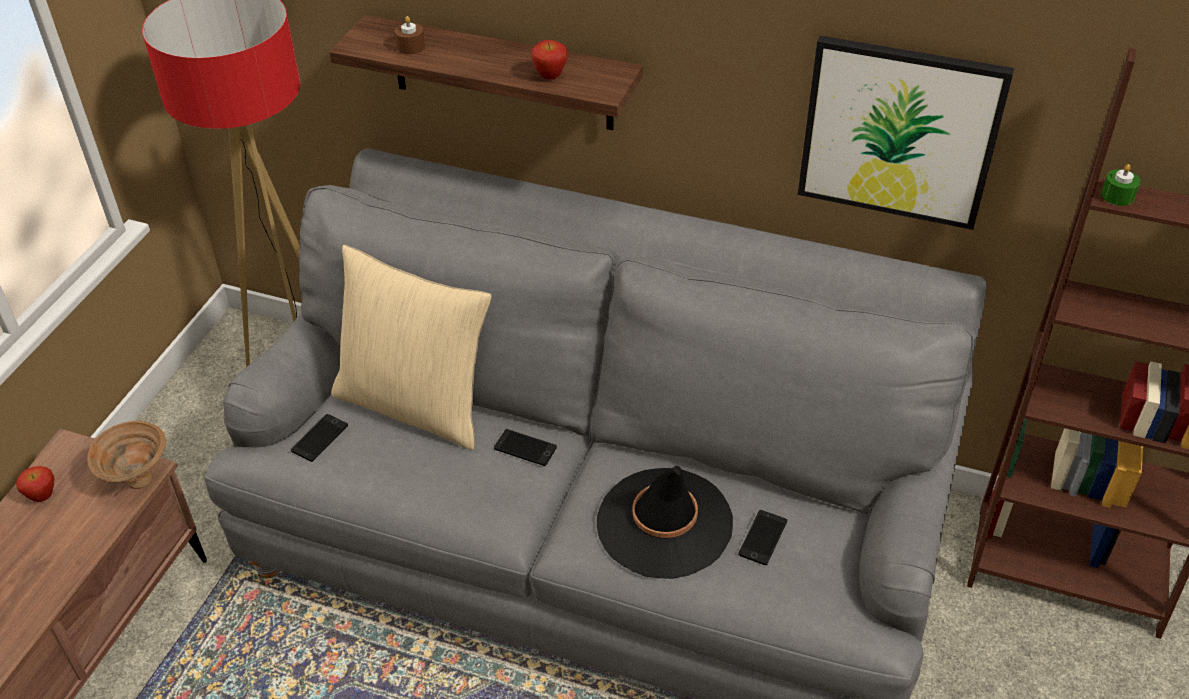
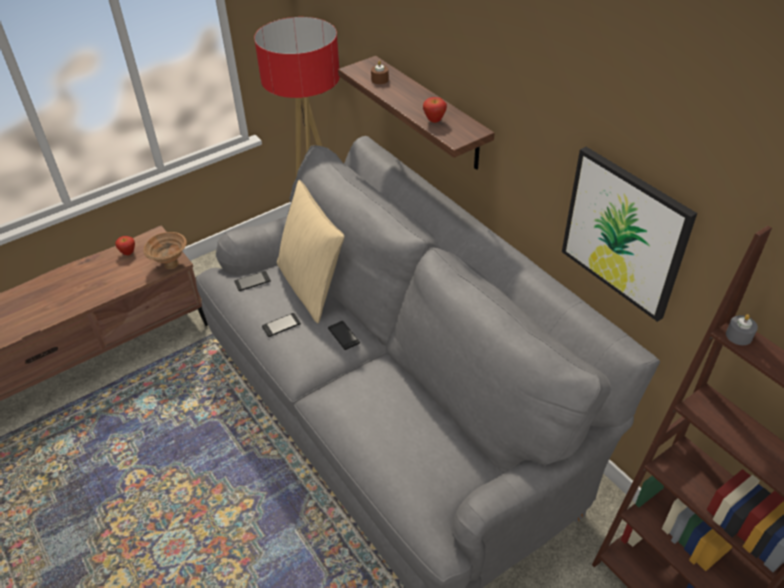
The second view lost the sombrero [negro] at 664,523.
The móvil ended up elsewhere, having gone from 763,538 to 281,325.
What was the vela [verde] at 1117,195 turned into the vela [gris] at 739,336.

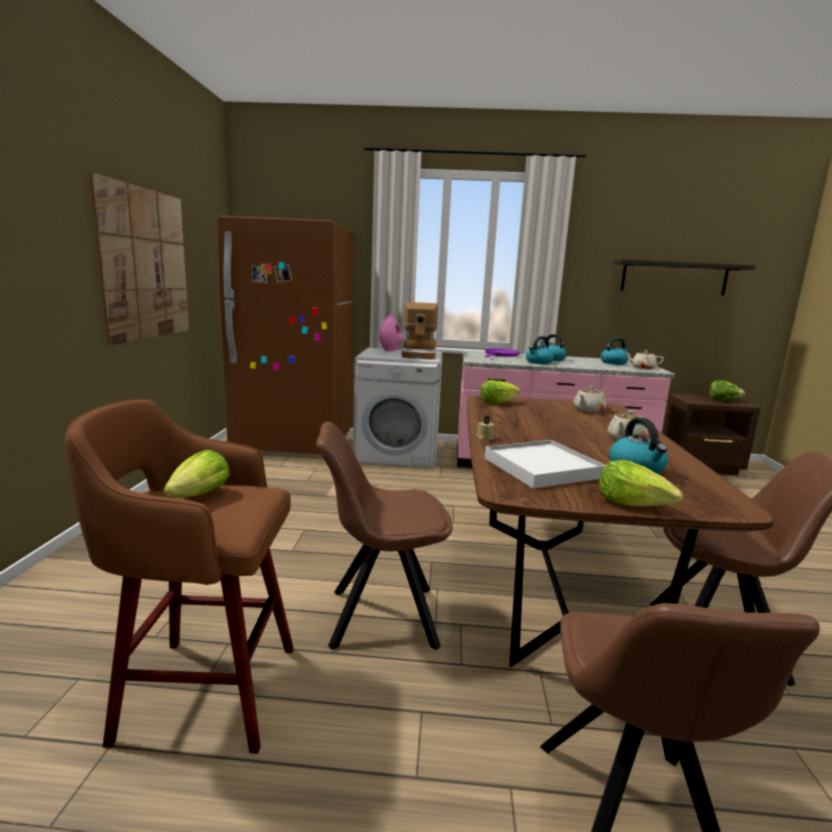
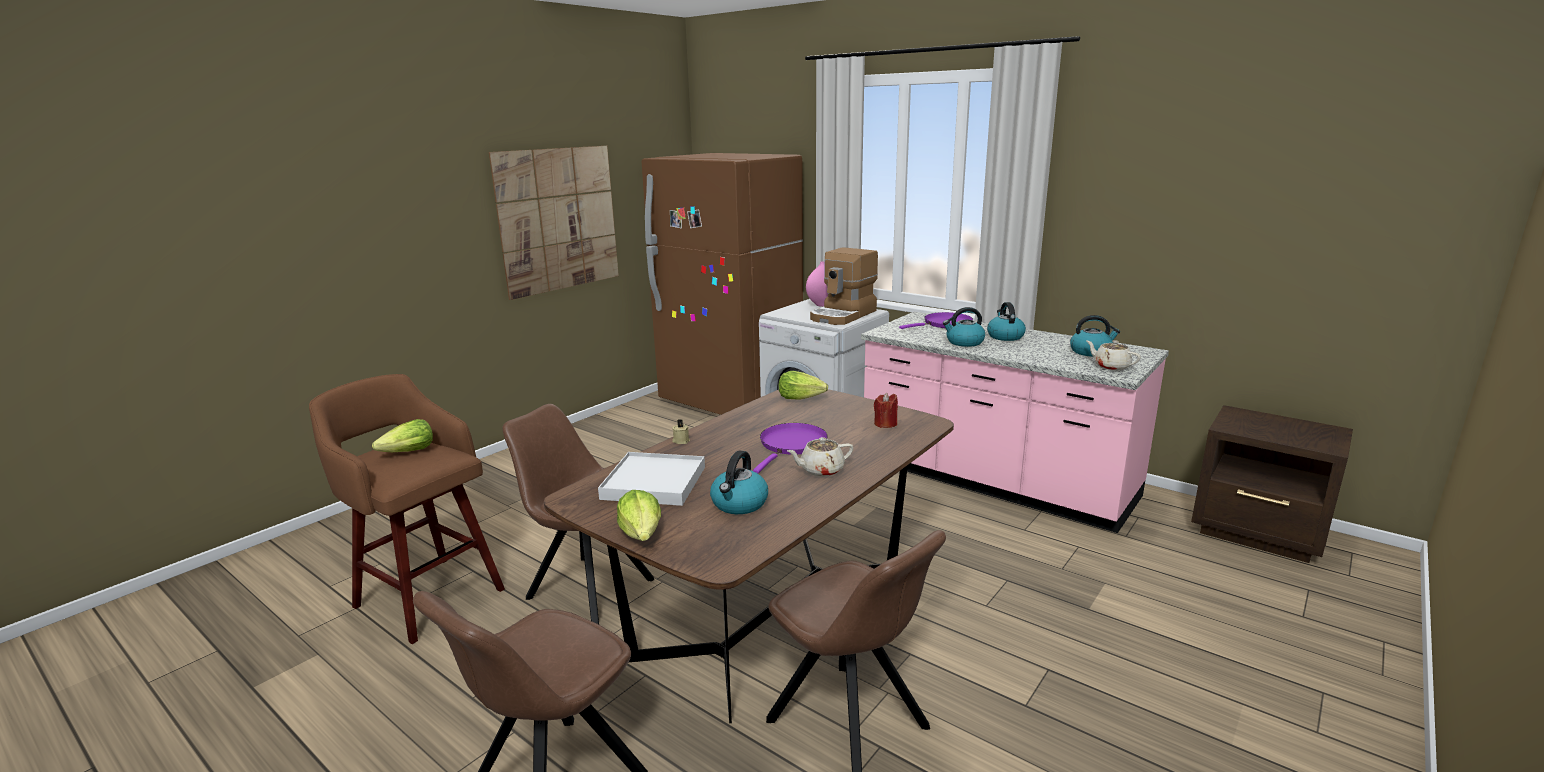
The second view lost the estante at 674,278.
The second view lost the lechuga at 723,401.
The second view gained the sartén [morado] at 791,445.
Where the tetera [beis] stood at 588,410, the vela [rojo] came to stand at 885,424.

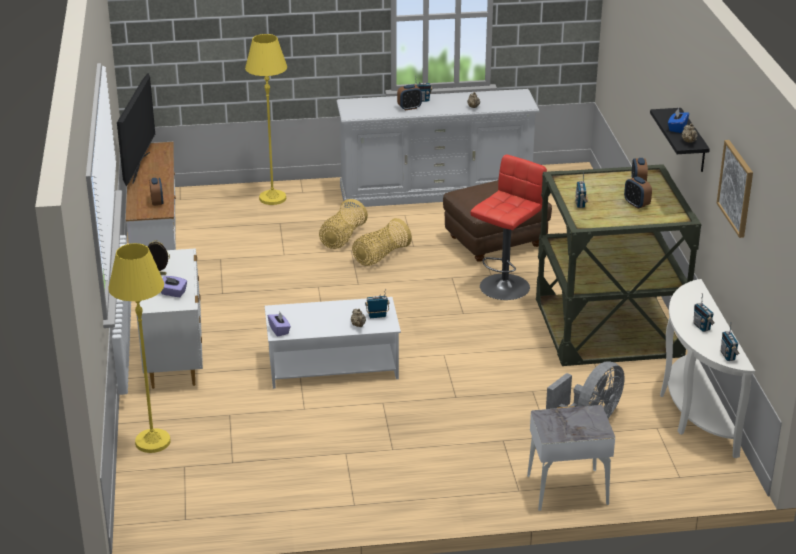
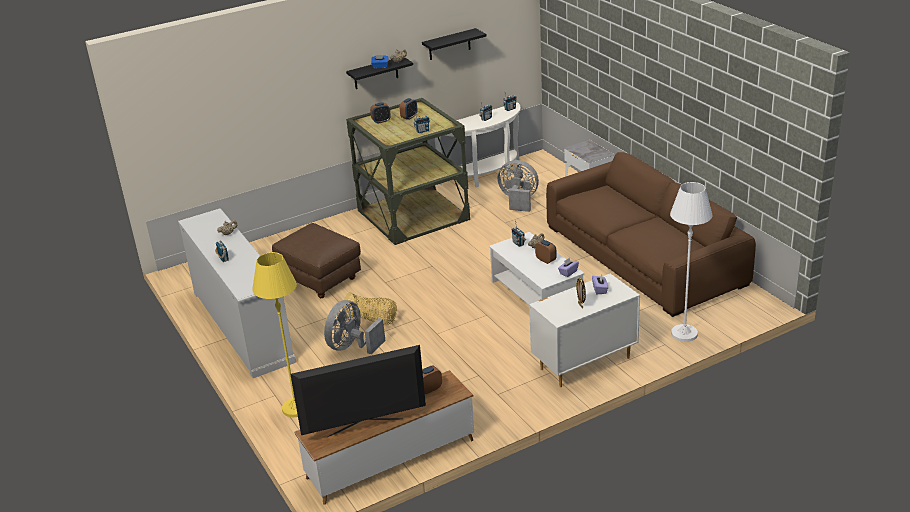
The second view lost the taburete [rojo] at 505,287.
The second view gained the sofá [marrón] at 644,255.
The despertador ended up elsewhere, having gone from 409,108 to 546,260.
Where the cesta stood at 342,238, the ventilador [gris] came to stand at 352,346.
Where the cuadro hung at 736,188, the estante [negro] came to hang at 449,44.
What was the lámpara de pie [amarillo] at 152,442 turned into the lámpara de pie [blanco] at 684,334.

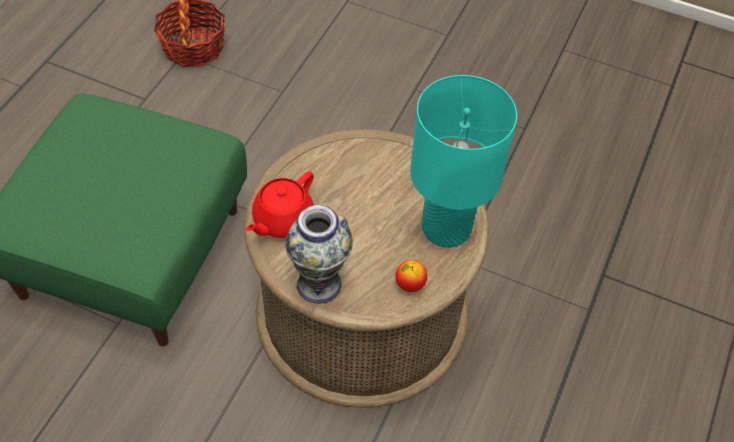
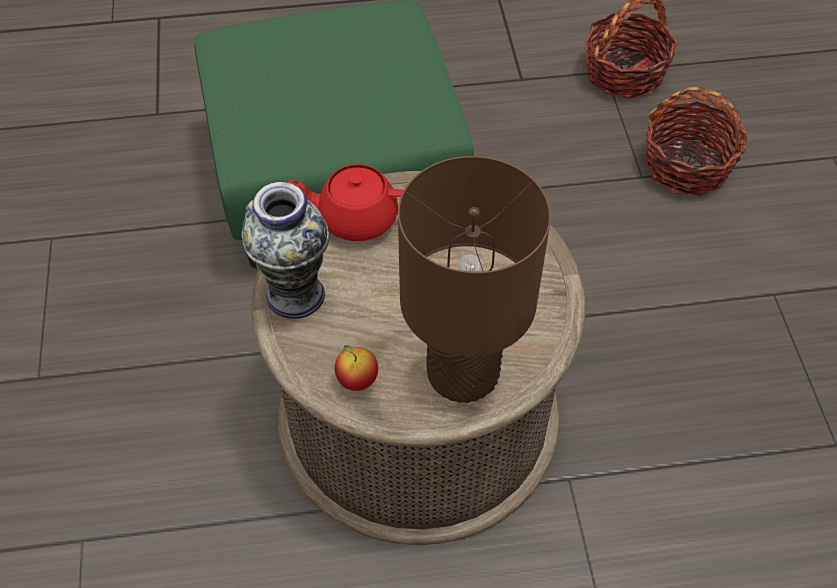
The second view gained the cesta at 686,166.
What was the lámpara de mesa [turquesa] at 446,232 turned into the lámpara de mesa [marrón] at 462,378.

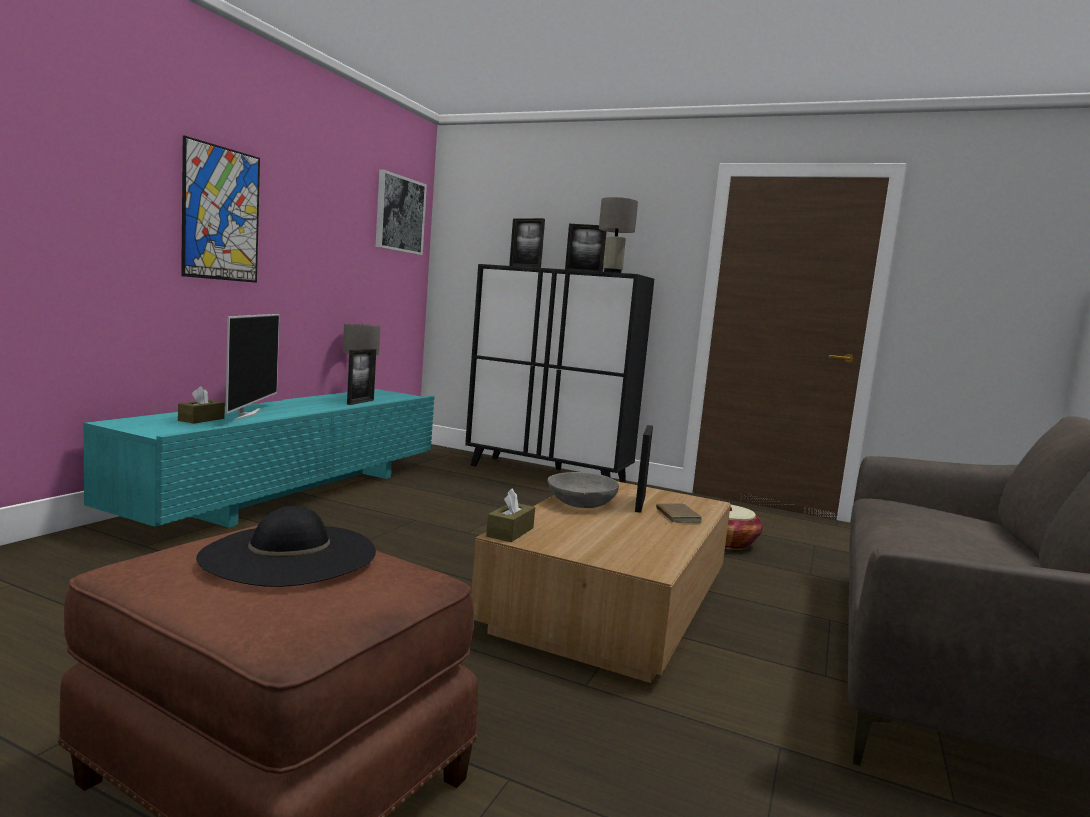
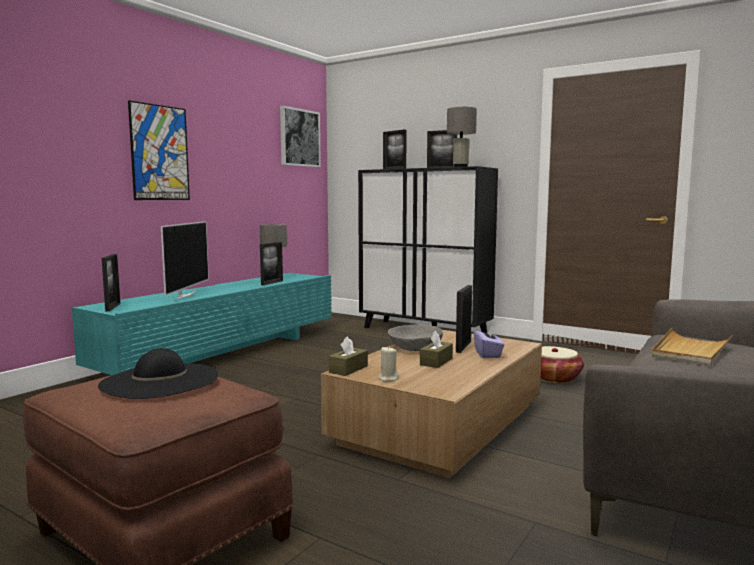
The second view gained the portarretratos at 113,307.
The second view gained the vela [beis] at 388,378.
The second view gained the bandeja [beis] at 690,350.
The caja de pañuelos [marrón] ended up elsewhere, having gone from 201,419 to 436,362.
Where the libro [marrón] stood at 676,516, the caja de pañuelos [morado] came to stand at 488,354.

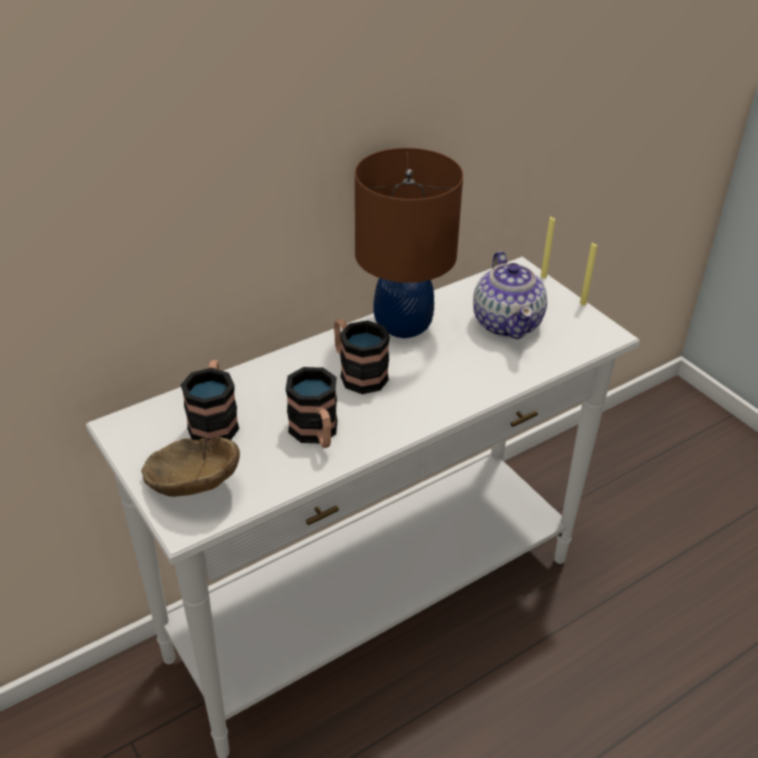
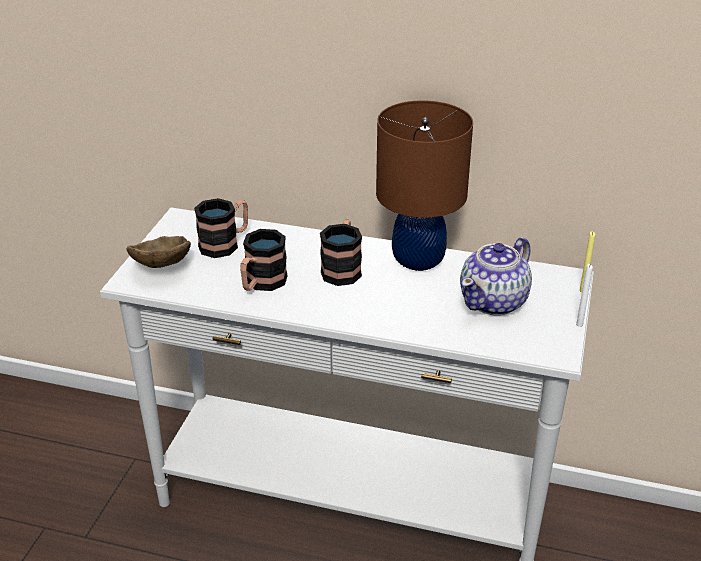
What was the vela [amarillo] at 583,303 turned into the vela [blanco] at 579,324.

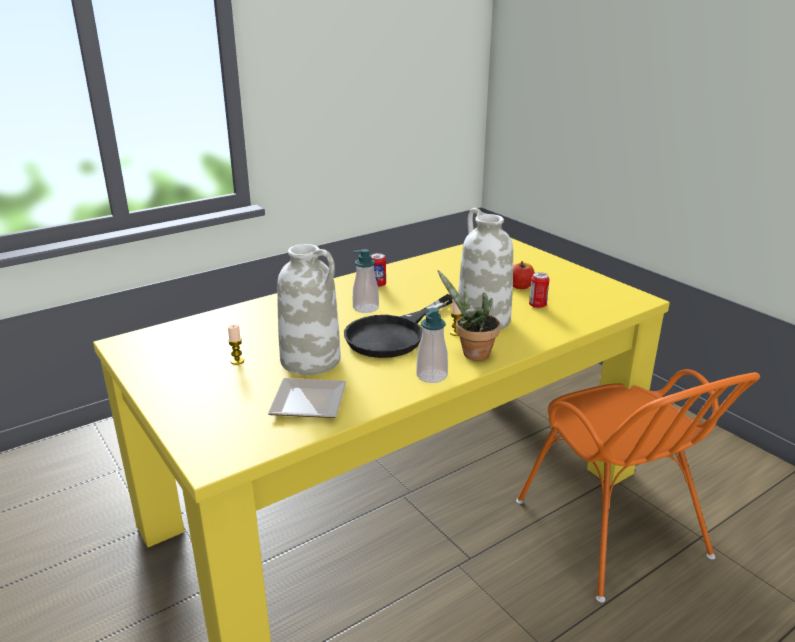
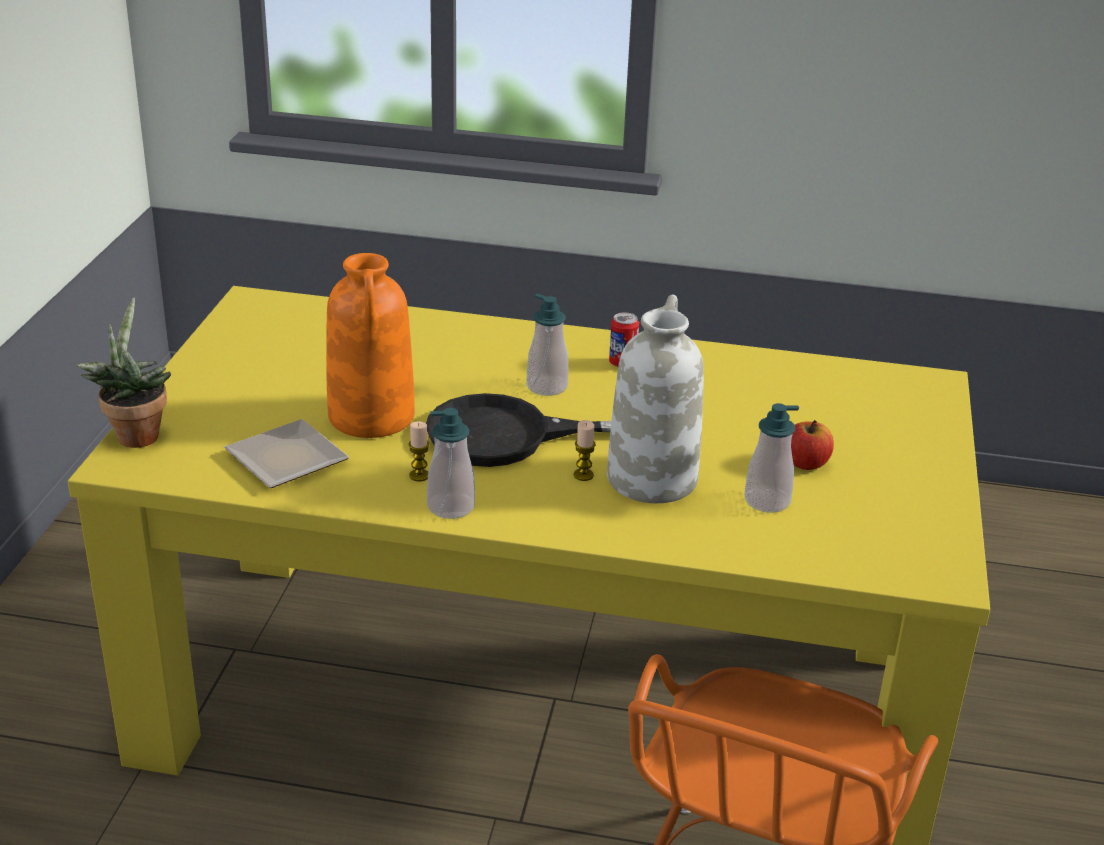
The vela ended up elsewhere, having gone from 237,361 to 419,475.
The planta en maceta ended up elsewhere, having gone from 471,354 to 135,434.
Where the lata stood at 537,305, the dispensador de jabón came to stand at 767,501.
What was the florero [blanco] at 312,360 turned into the florero [naranja] at 372,417.

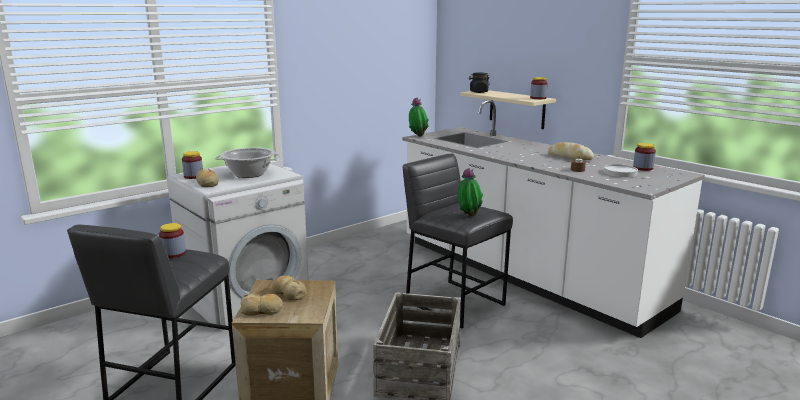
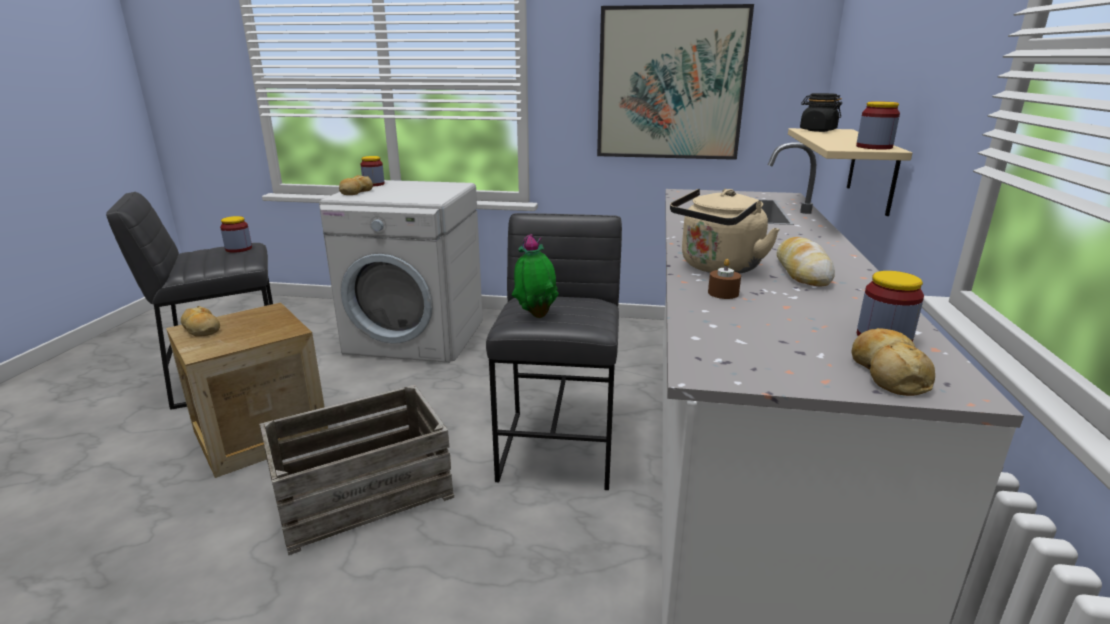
The second view lost the olla at 249,174.
The second view lost the planta en maceta at 417,136.
The second view lost the plato [blanco] at 620,173.
The second view gained the cuadro at 670,84.
The second view gained the hervidor [beis] at 717,268.
The pan ended up elsewhere, having gone from 289,293 to 888,373.

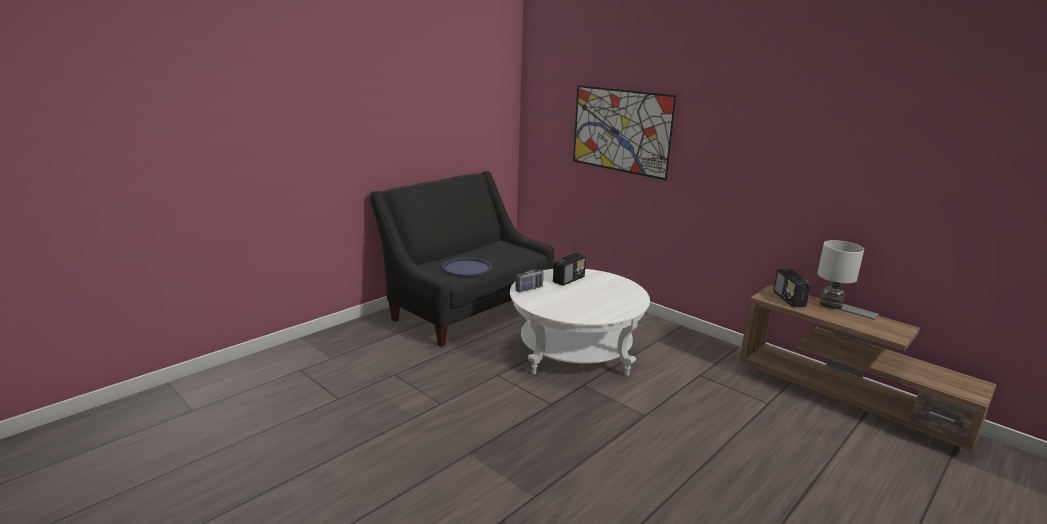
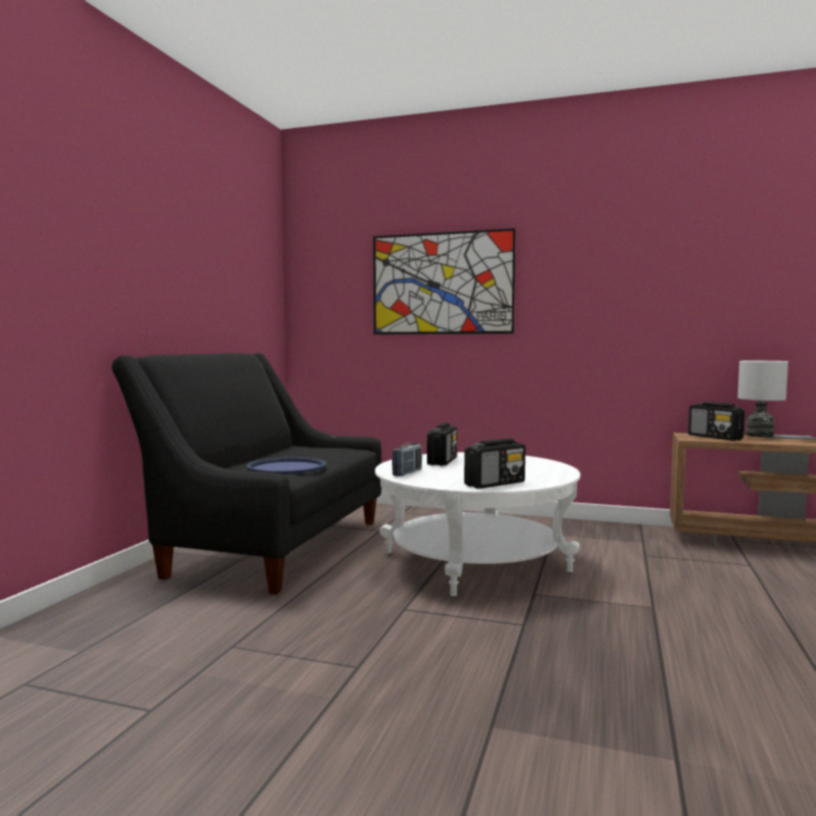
The second view gained the radio at 495,484.

